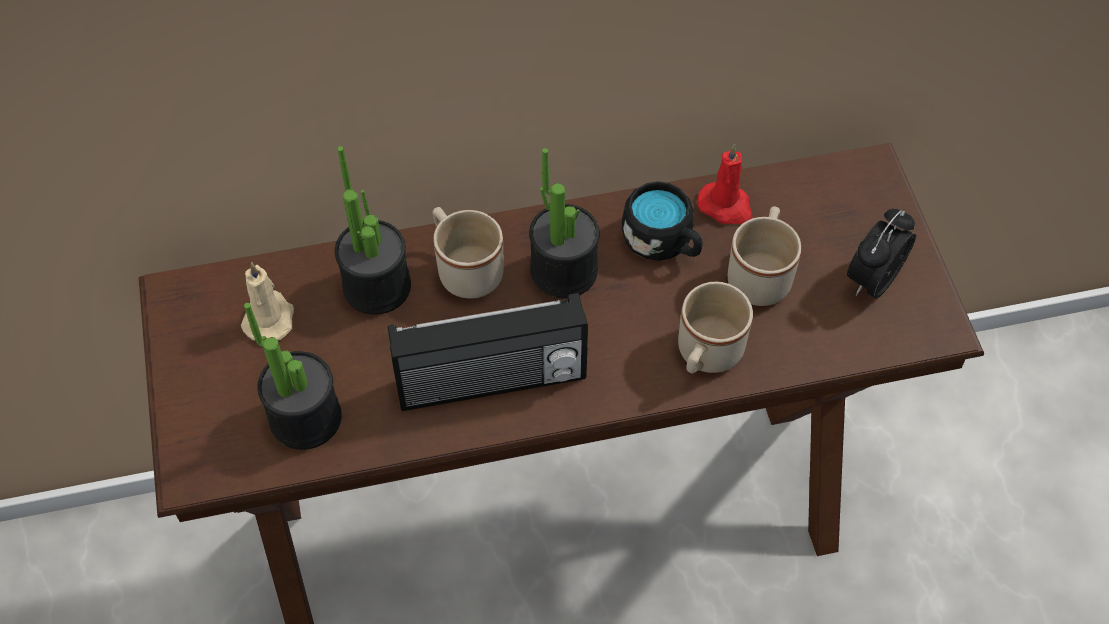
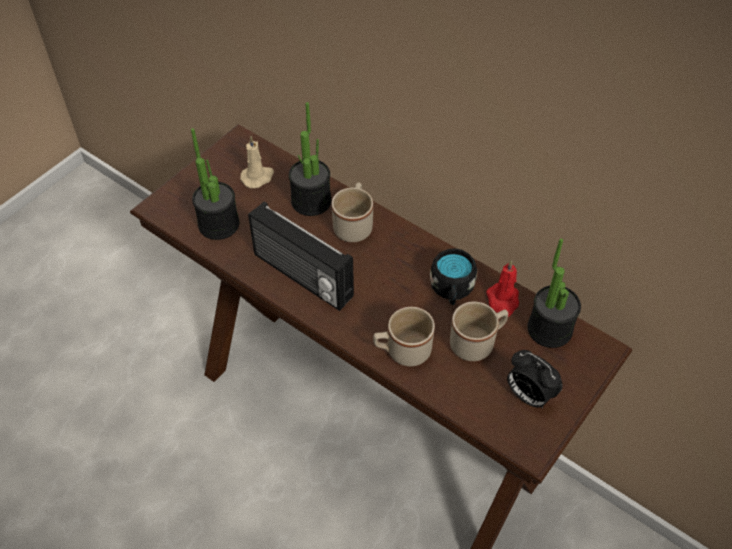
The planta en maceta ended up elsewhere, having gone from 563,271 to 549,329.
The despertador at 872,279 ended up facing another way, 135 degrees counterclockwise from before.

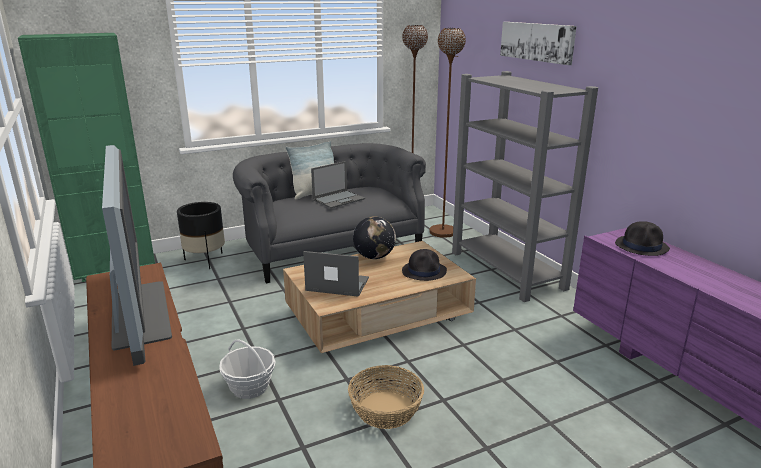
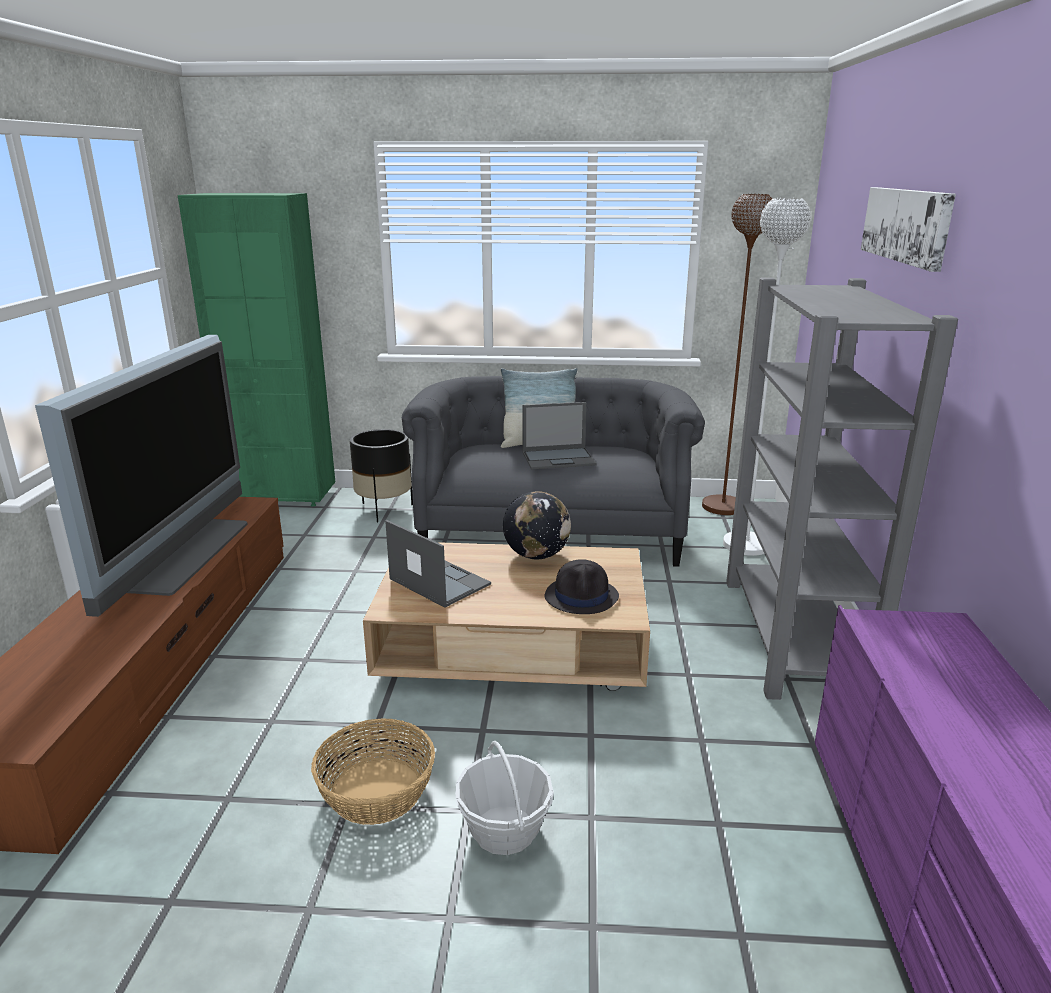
The second view lost the sombrero [negro] at 642,246.
The cesta ended up elsewhere, having gone from 250,387 to 504,830.
What was the lámpara de pie [marrón] at 443,232 turned into the lámpara de pie [blanco] at 747,545.

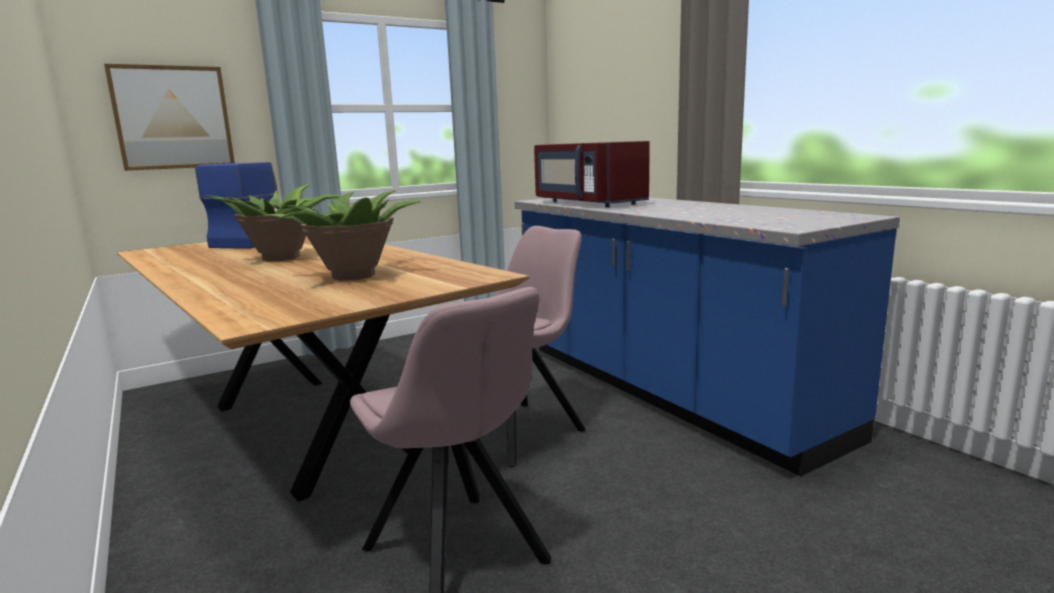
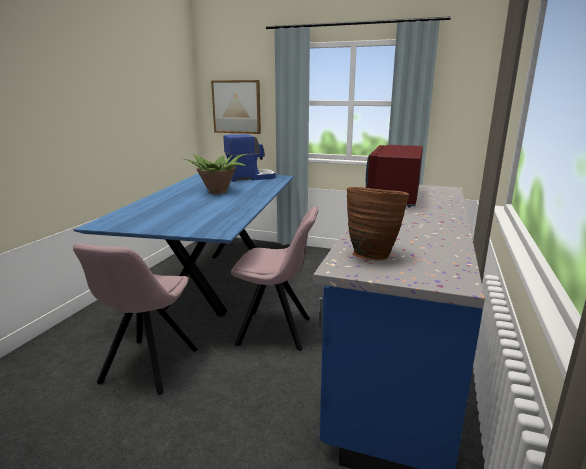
The second view lost the planta en maceta at 352,276.
The second view gained the florero [marrón] at 372,255.
What was the mesa de comedor [marrón] at 309,428 turned into the mesa de comedor [azul] at 218,281.

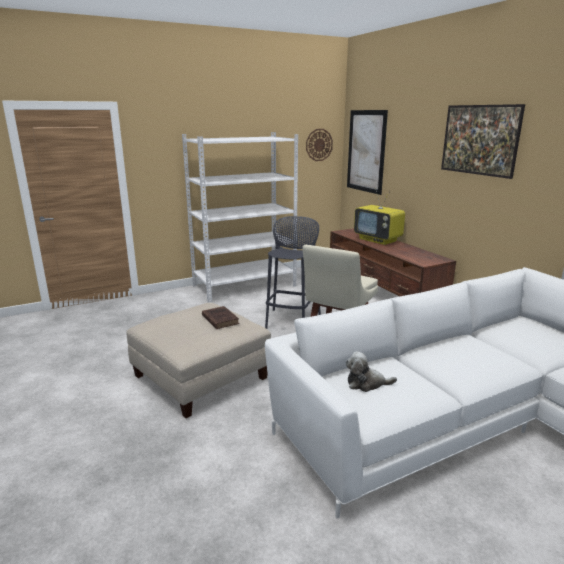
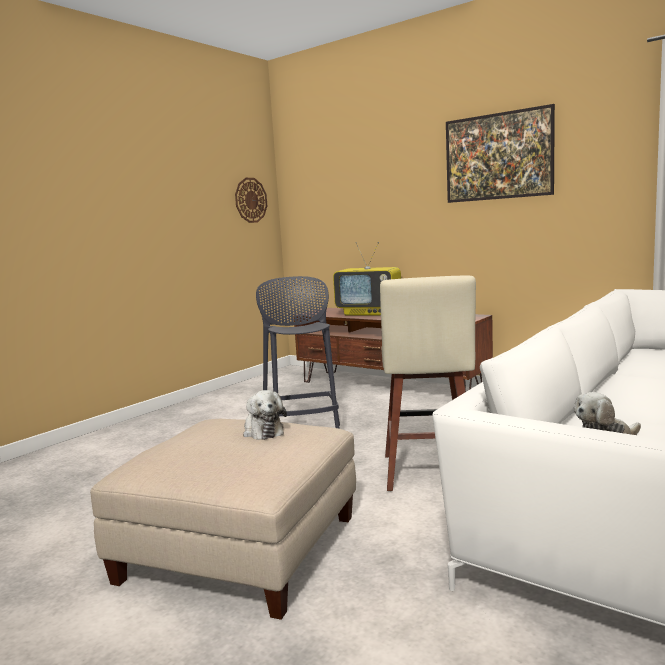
The second view lost the estantería [blanco] at 244,286.
The second view lost the cuadro at 366,151.
Where the libro [marrón] stood at 219,319, the peluche came to stand at 262,431.

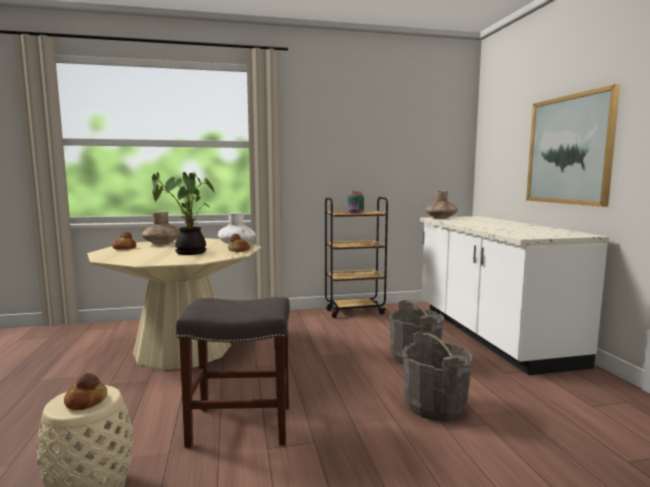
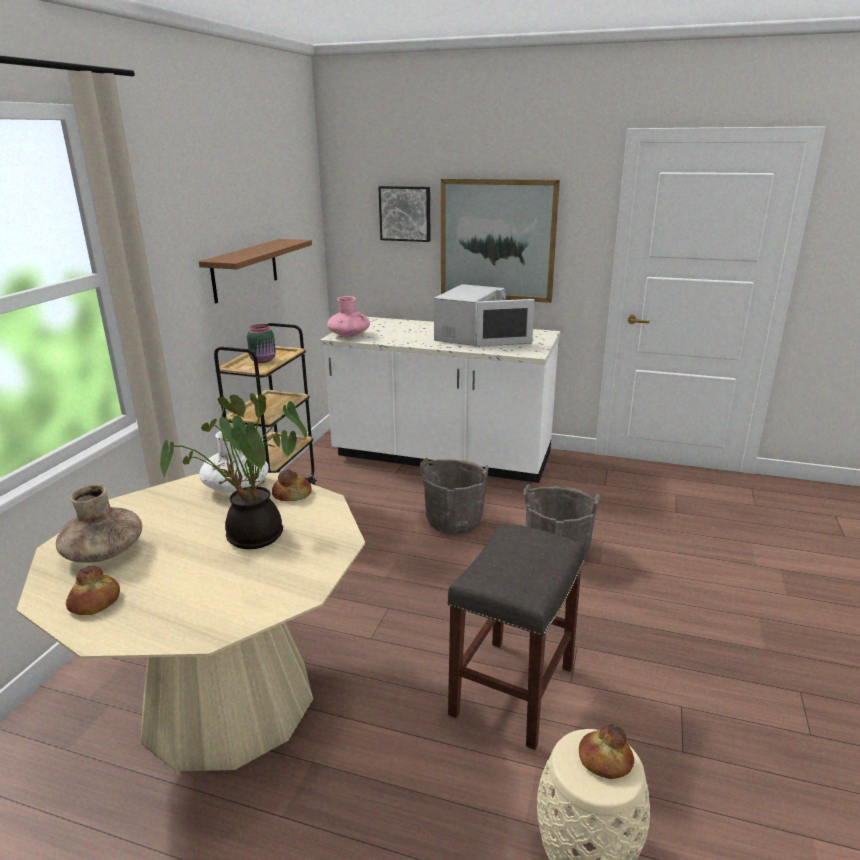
The second view gained the estante [marrón] at 245,270.
The second view gained the cuadro at 405,213.
The second view gained the microondas [blanco] at 471,336.
What was the florero [marrón] at 440,218 turned into the florero [rosa] at 349,335.

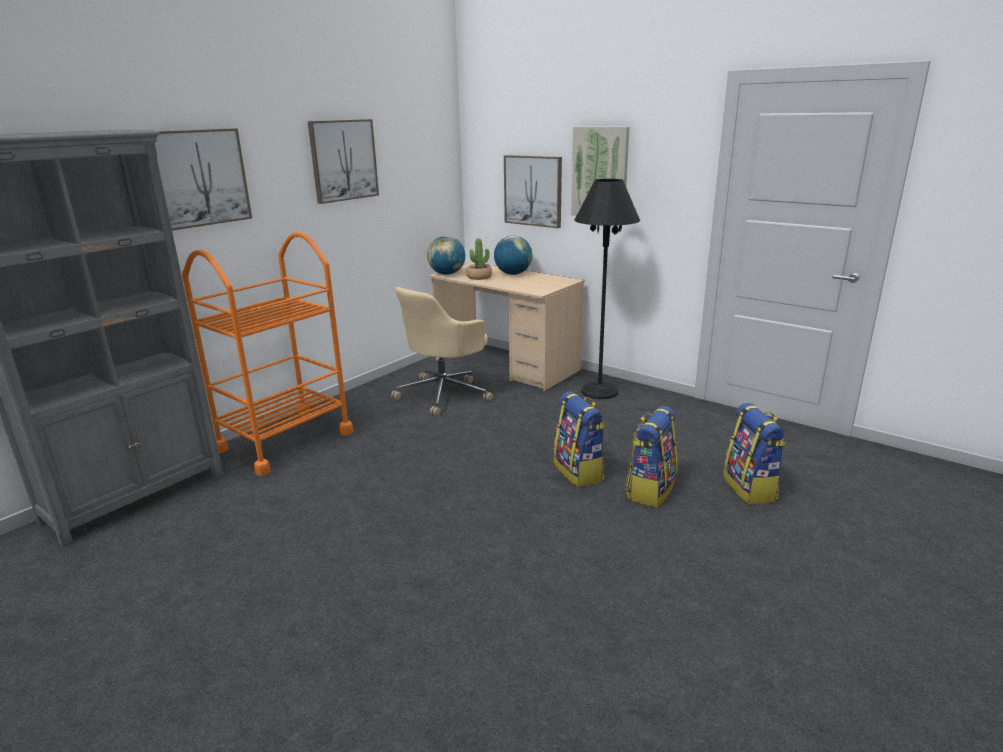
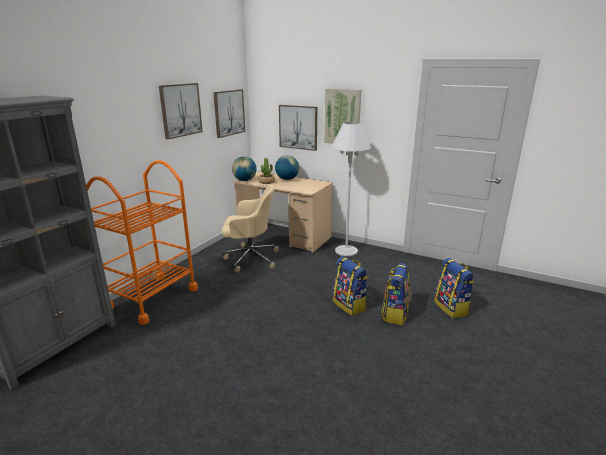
The cuadro ended up elsewhere, having gone from 200,178 to 229,113.
What was the lámpara de pie [negro] at 599,391 turned into the lámpara de pie [blanco] at 346,251.
The silla de oficina [beis] at 444,394 ended up facing another way, 120 degrees counterclockwise from before.

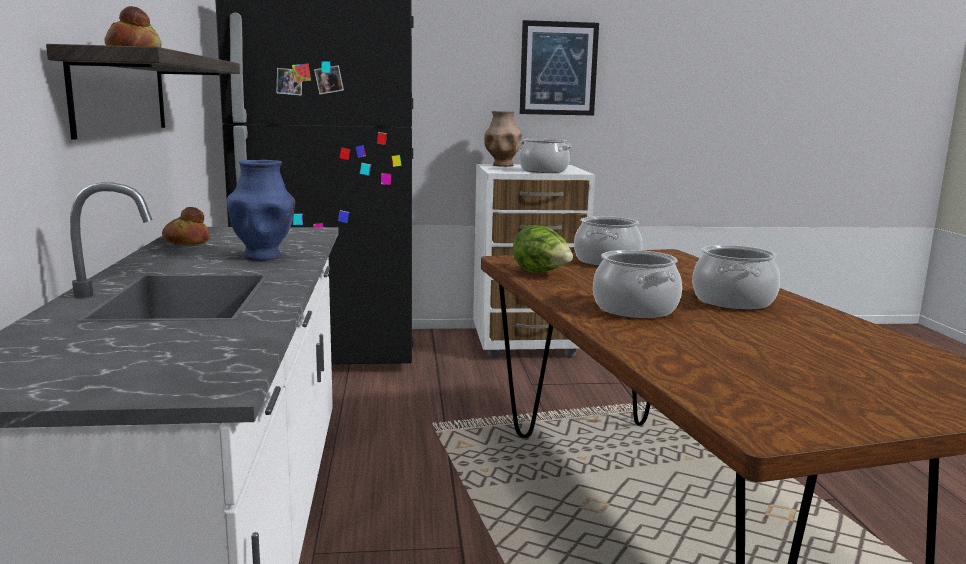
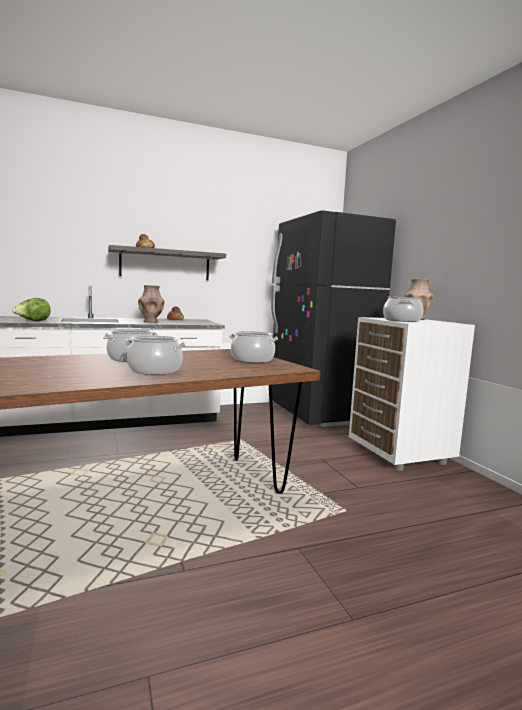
The second view lost the cuadro at 558,68.
The lechuga ended up elsewhere, having gone from 542,273 to 33,321.
What was the florero [azul] at 263,257 turned into the florero [marrón] at 151,322.

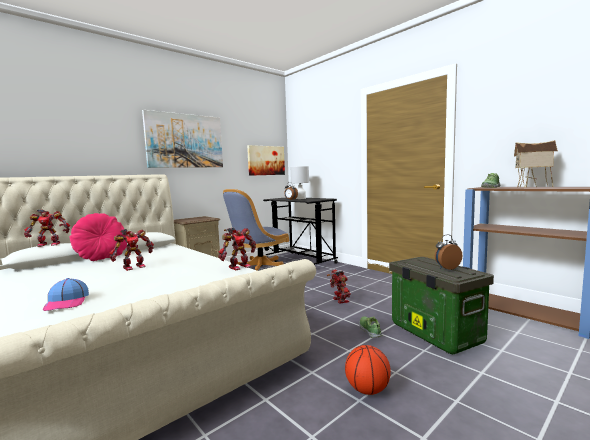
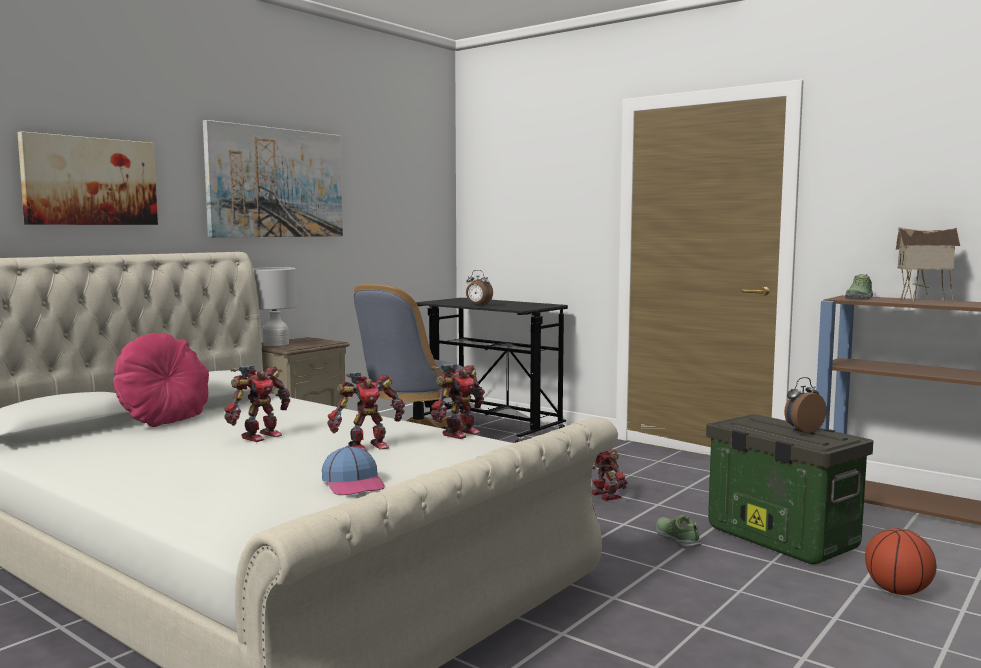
The robot de juguete ended up elsewhere, having gone from 49,244 to 367,446.
The gorra ended up elsewhere, having gone from 67,302 to 353,484.
The cuadro ended up elsewhere, having gone from 266,160 to 90,181.
The lámpara de mesa [gris] ended up elsewhere, having gone from 300,198 to 275,344.
The balón de baloncesto ended up elsewhere, having gone from 367,390 to 898,591.

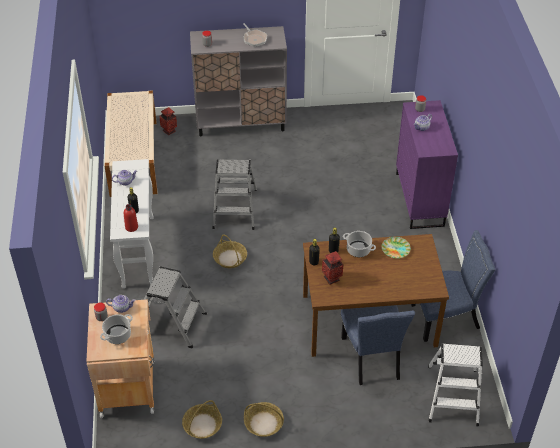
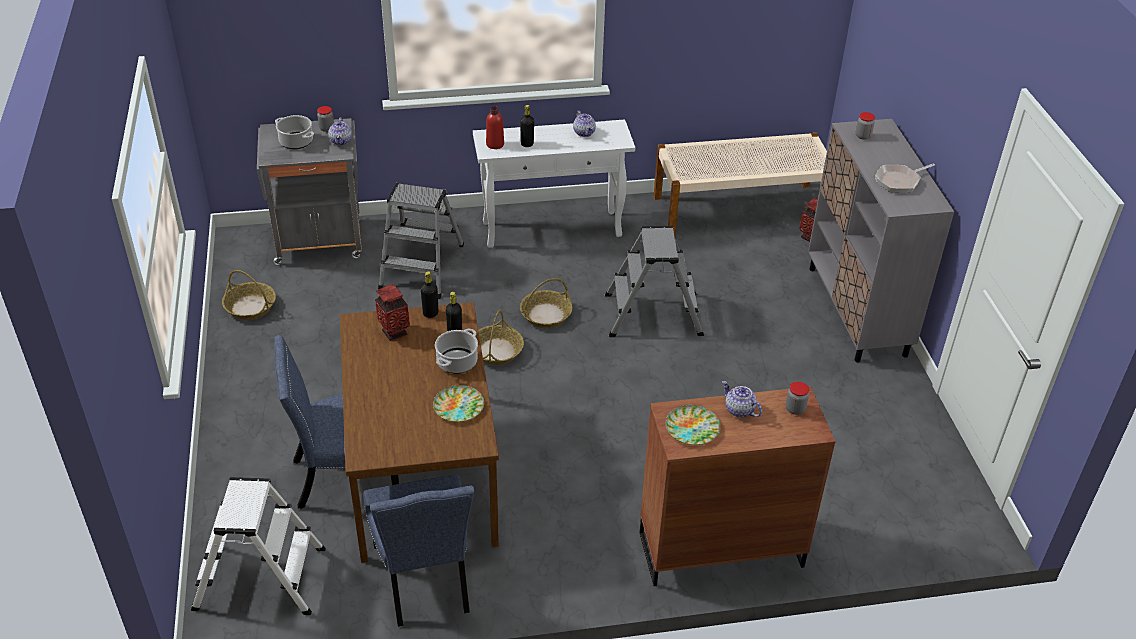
The second view gained the plato at 692,428.
The cesta ended up elsewhere, having gone from 264,423 to 496,351.
What was the carrito [marrón] at 127,386 turned into the carrito [gris] at 320,241.
What was the cómoda [morado] at 420,199 turned into the cómoda [marrón] at 720,551.

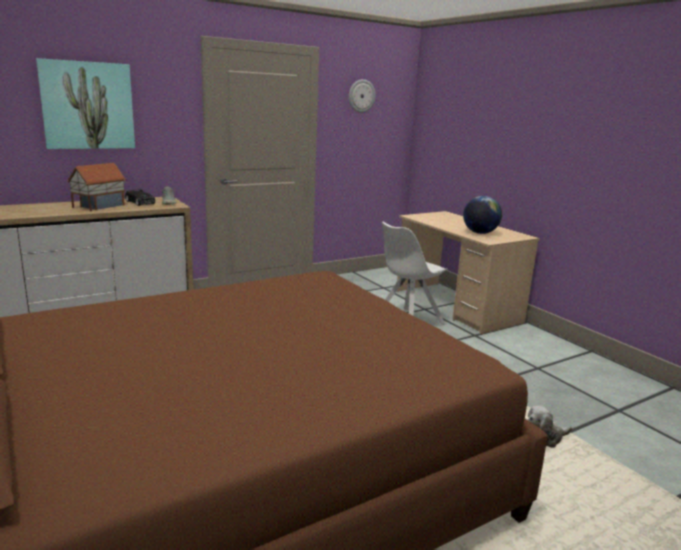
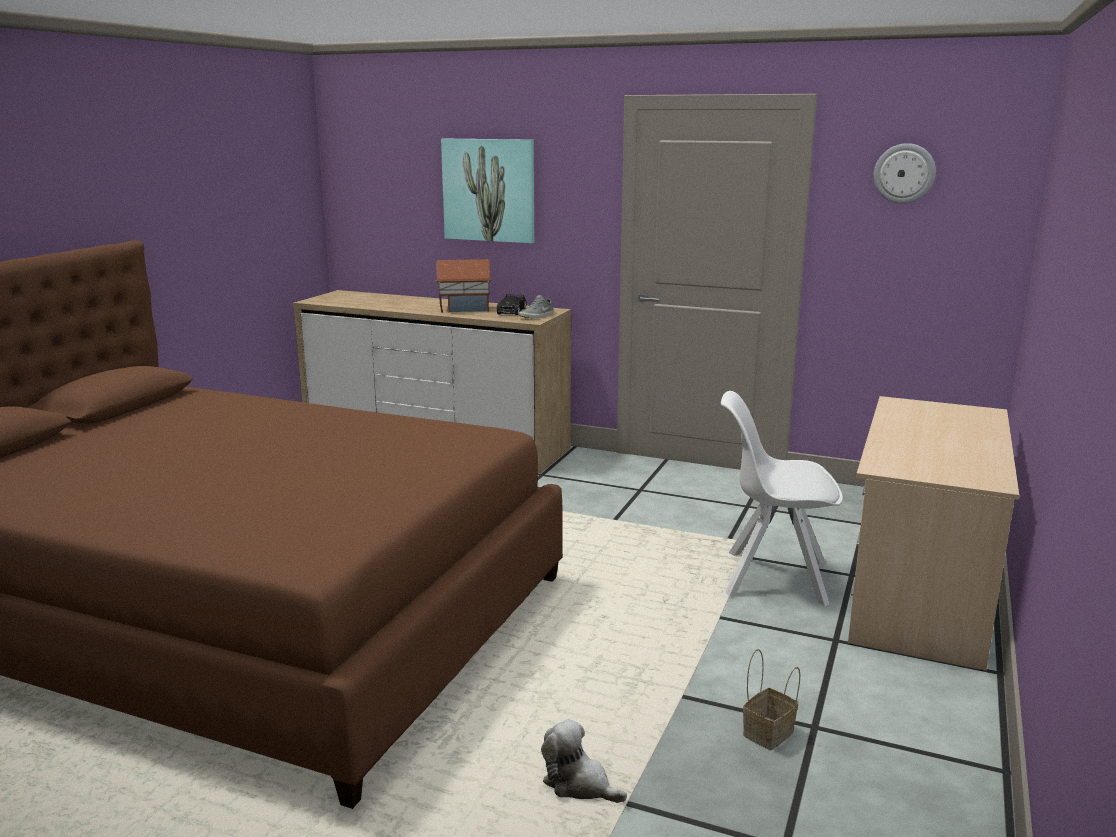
The second view lost the globo terráqueo at 480,233.
The second view gained the cesta at 768,734.

